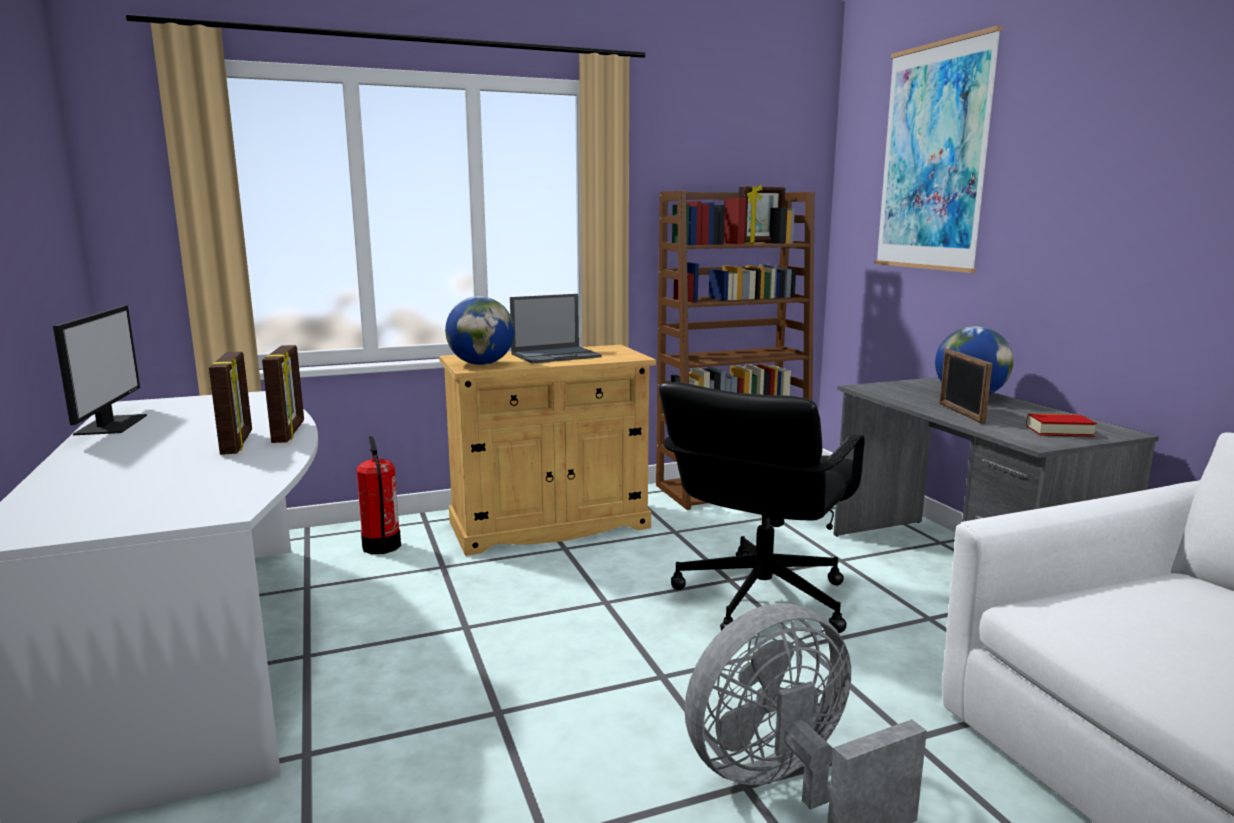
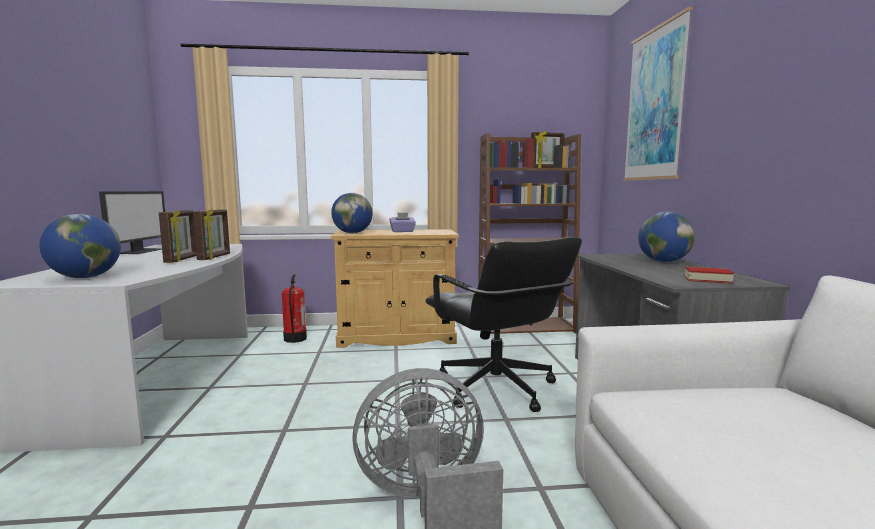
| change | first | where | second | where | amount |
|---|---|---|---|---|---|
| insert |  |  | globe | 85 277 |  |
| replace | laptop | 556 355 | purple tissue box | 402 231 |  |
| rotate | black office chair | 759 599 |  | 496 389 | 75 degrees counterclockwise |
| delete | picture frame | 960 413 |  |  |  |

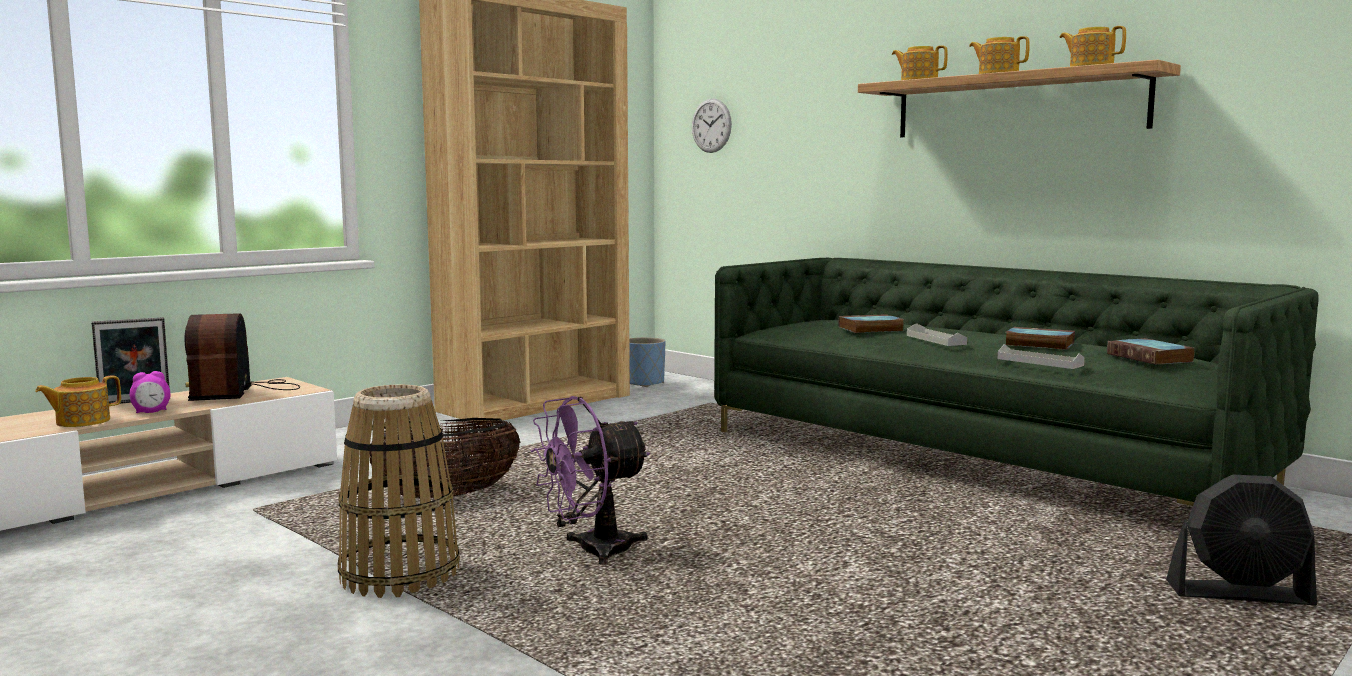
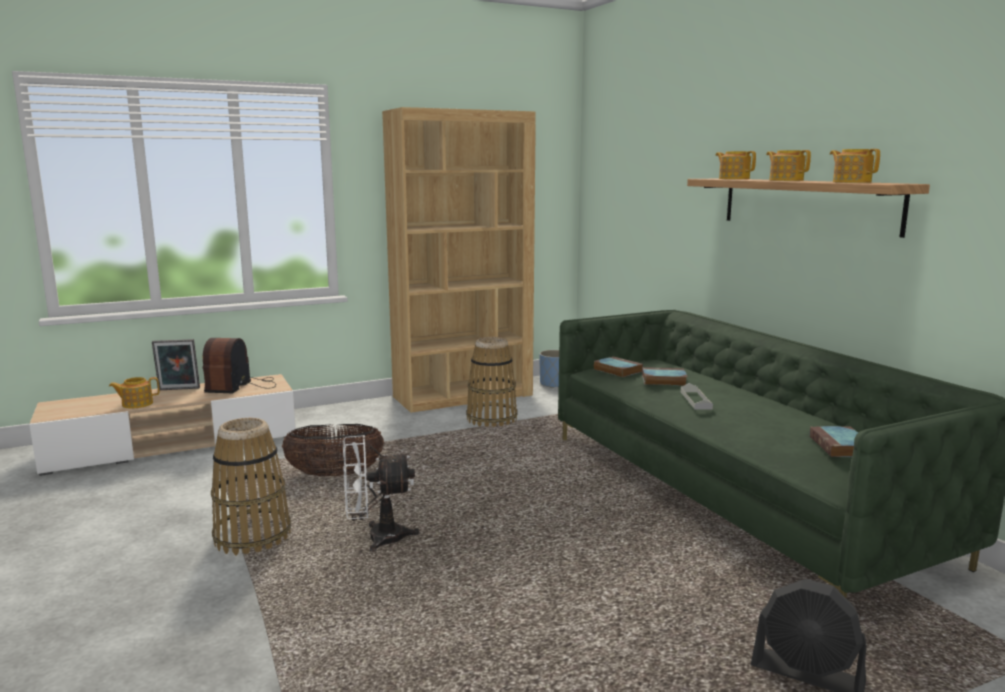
| change | first | where | second | where | amount |
|---|---|---|---|---|---|
| recolor | purple fan | 591 552 | white fan | 376 538 |  |
| insert |  |  | basket | 492 419 |  |
| move | book | 1037 344 |  | 616 370 |  |
| delete | alarm clock | 151 412 |  |  |  |
| delete | wall clock | 711 125 |  |  |  |
| delete | grey tray | 1039 362 |  |  |  |

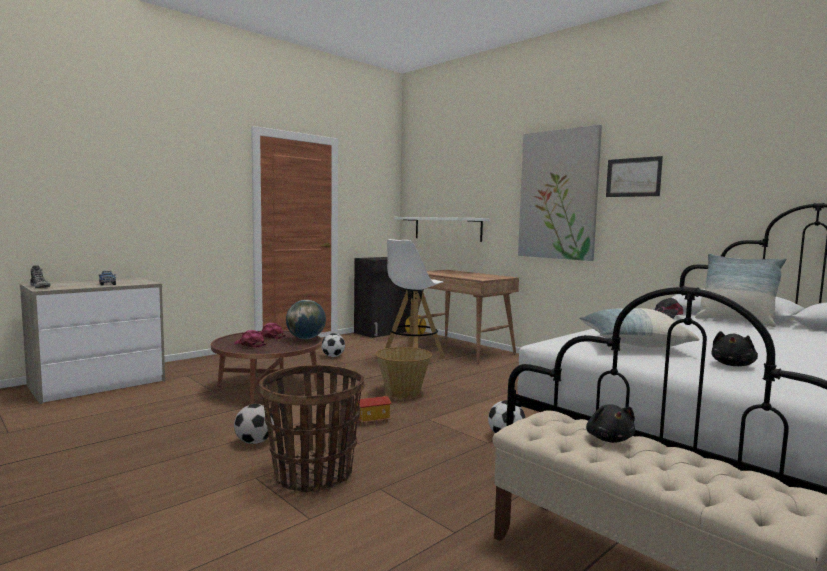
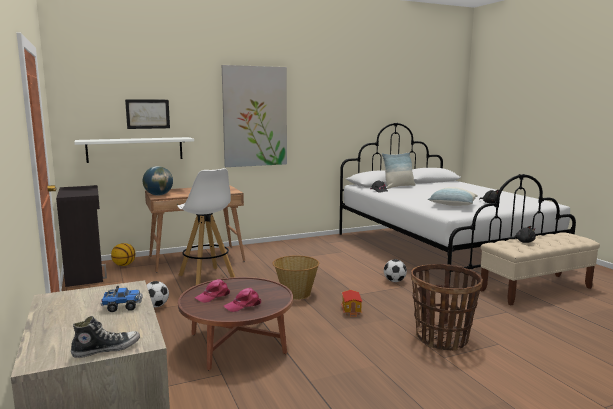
| change | first | where | second | where | amount |
|---|---|---|---|---|---|
| move | picture | 633 177 |  | 148 114 |  |
| move | globe | 306 338 |  | 158 195 |  |
| delete | football | 254 442 |  |  |  |

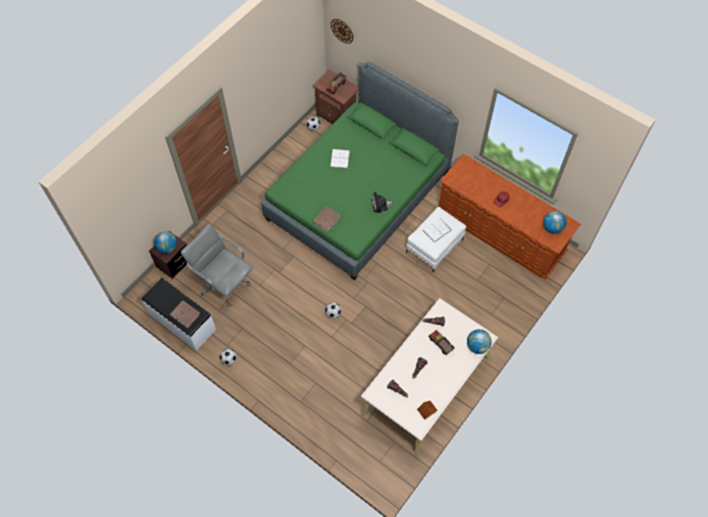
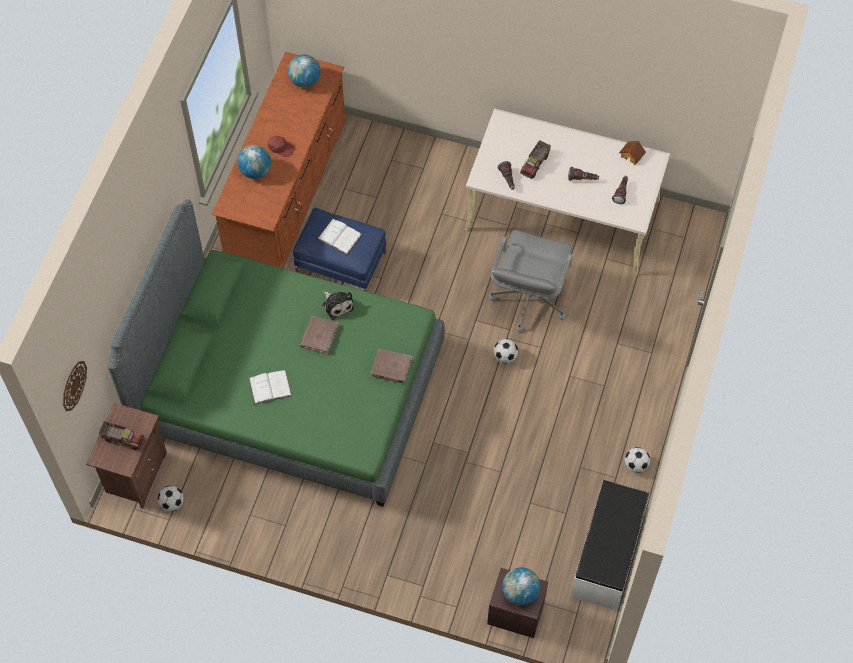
| change | first | where | second | where | amount |
|---|---|---|---|---|---|
| move | globe | 477 346 |  | 255 171 |  |
| recolor | white ottoman | 434 246 | blue ottoman | 341 262 |  |
| move | brown book | 185 314 |  | 319 336 |  |
| move | grey office chair | 224 283 |  | 528 299 |  |

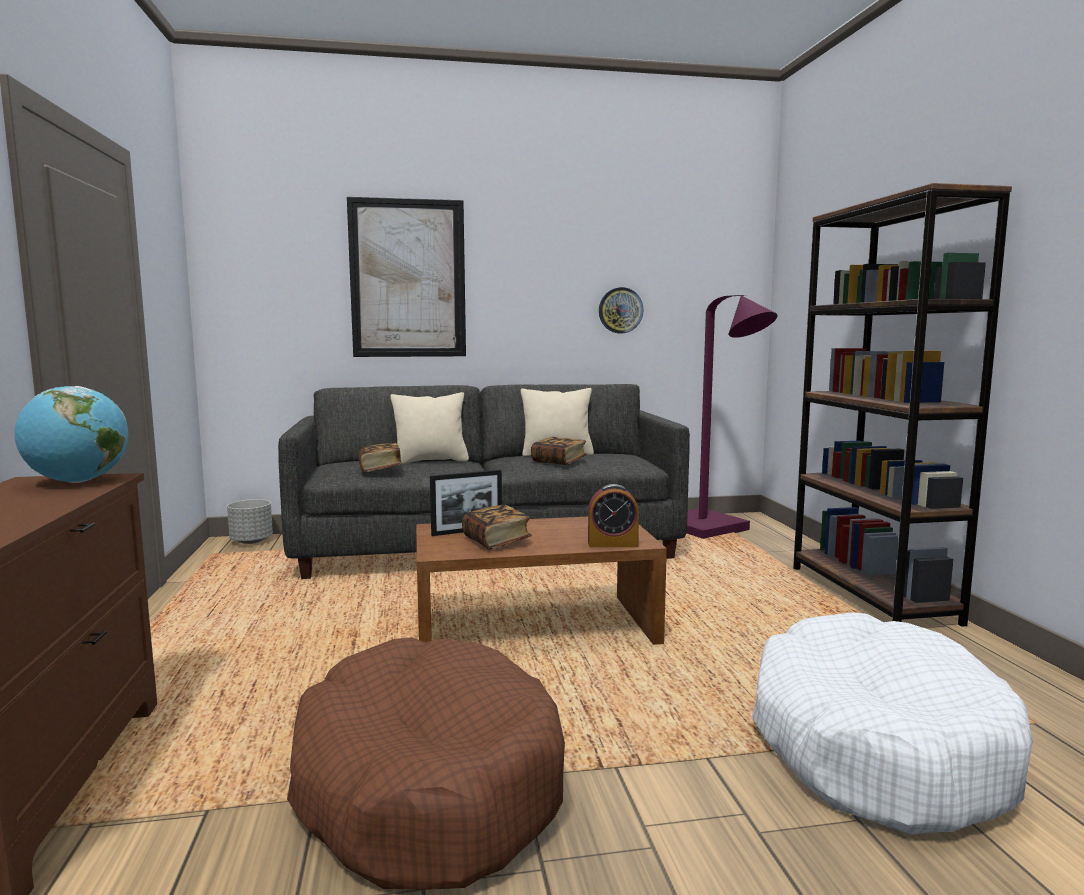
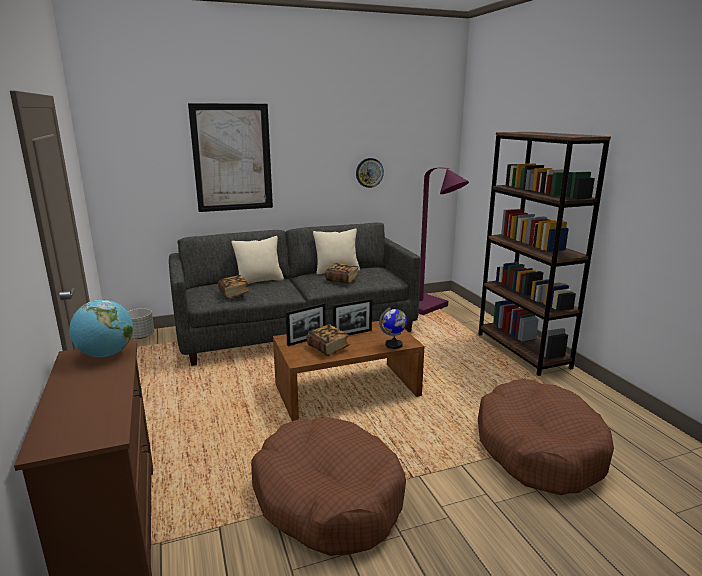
| change | first | where | second | where | amount |
|---|---|---|---|---|---|
| insert |  |  | picture frame | 352 333 |  |
| replace | alarm clock | 612 544 | globe | 394 345 |  |
| recolor | white dog bed | 875 746 | brown dog bed | 538 448 |  |

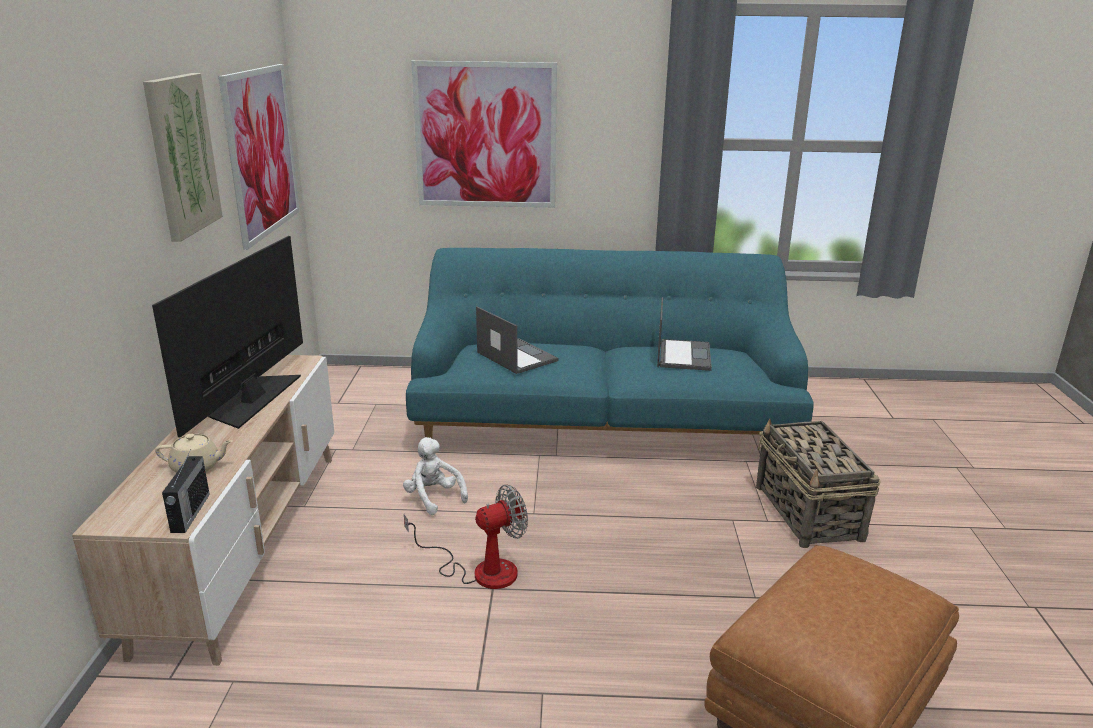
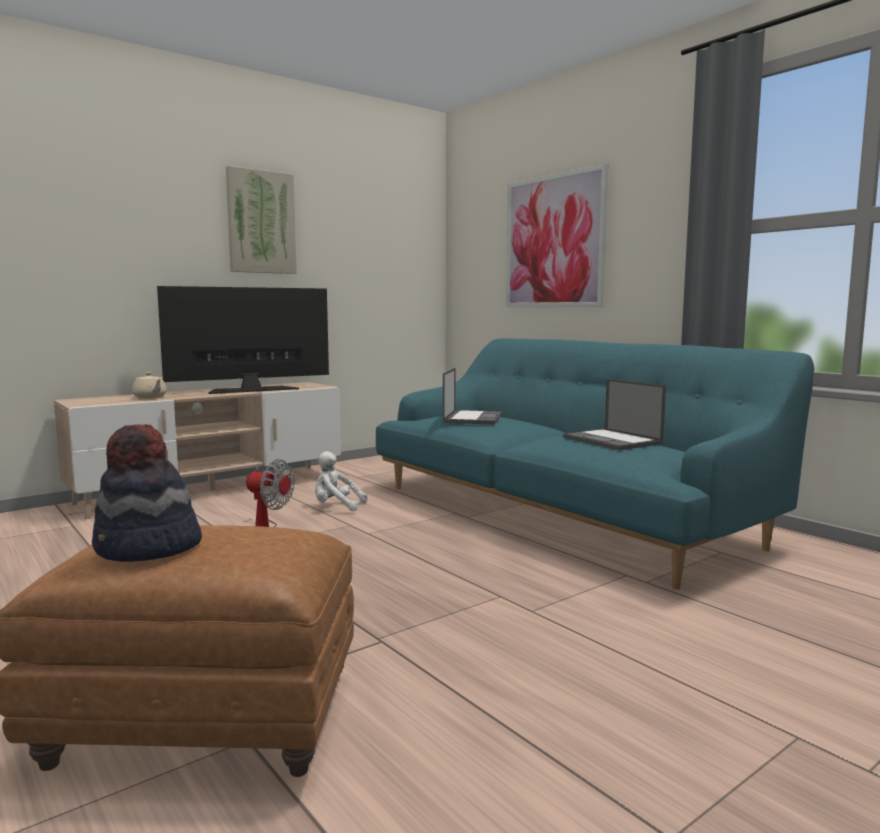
| change | first | where | second | where | amount |
|---|---|---|---|---|---|
| insert |  |  | hat | 147 549 |  |
| rotate | white plush toy | 433 498 |  | 336 506 | 90 degrees counterclockwise |
| rotate | laptop | 683 355 |  | 613 440 | 90 degrees clockwise |
| delete | radio | 189 513 |  |  |  |
| delete | picture | 262 152 |  |  |  |
| delete | basket | 808 513 |  |  |  |

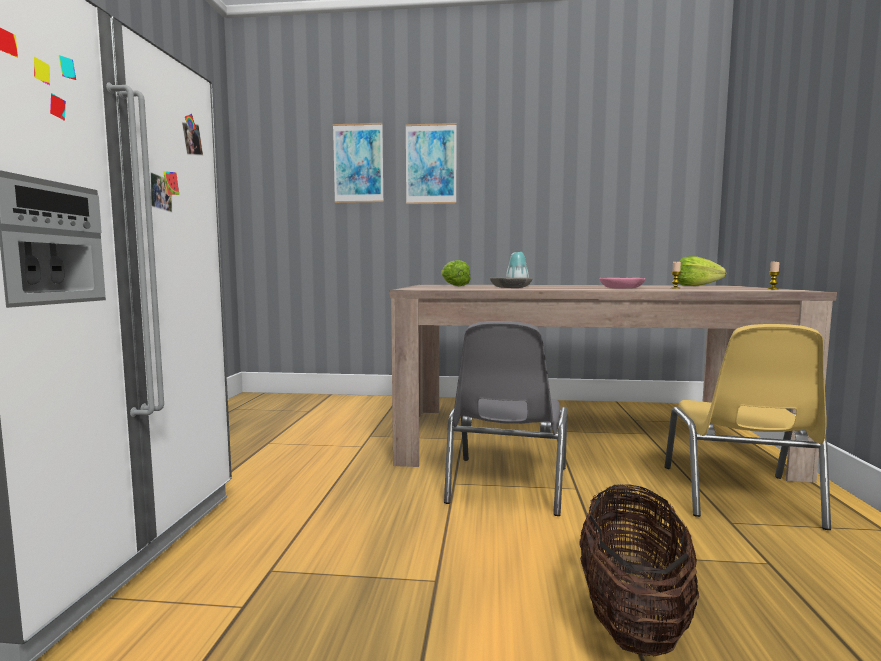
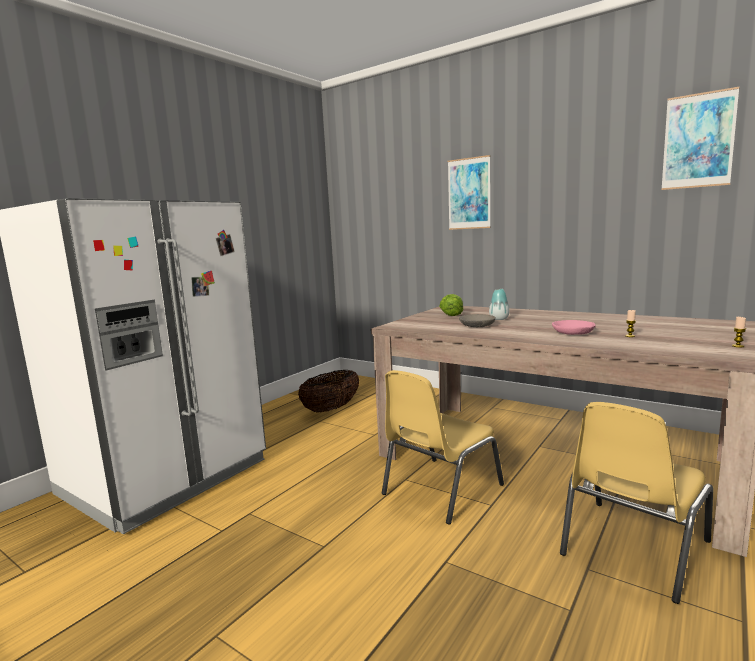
| change | first | where | second | where | amount |
|---|---|---|---|---|---|
| move | basket | 632 618 |  | 331 409 |  |
| recolor | grey chair | 506 485 | yellow chair | 440 490 |  |
| move | picture | 358 163 |  | 698 141 |  |
| delete | lettuce | 695 286 |  |  |  |

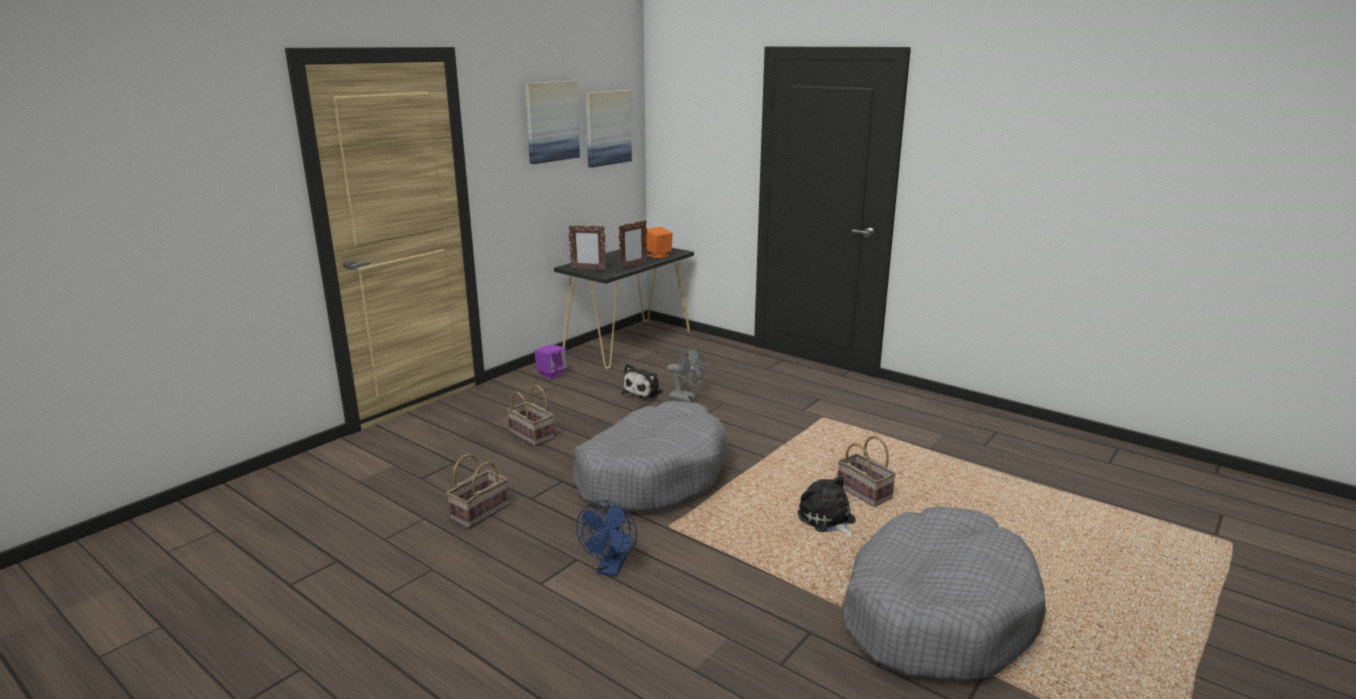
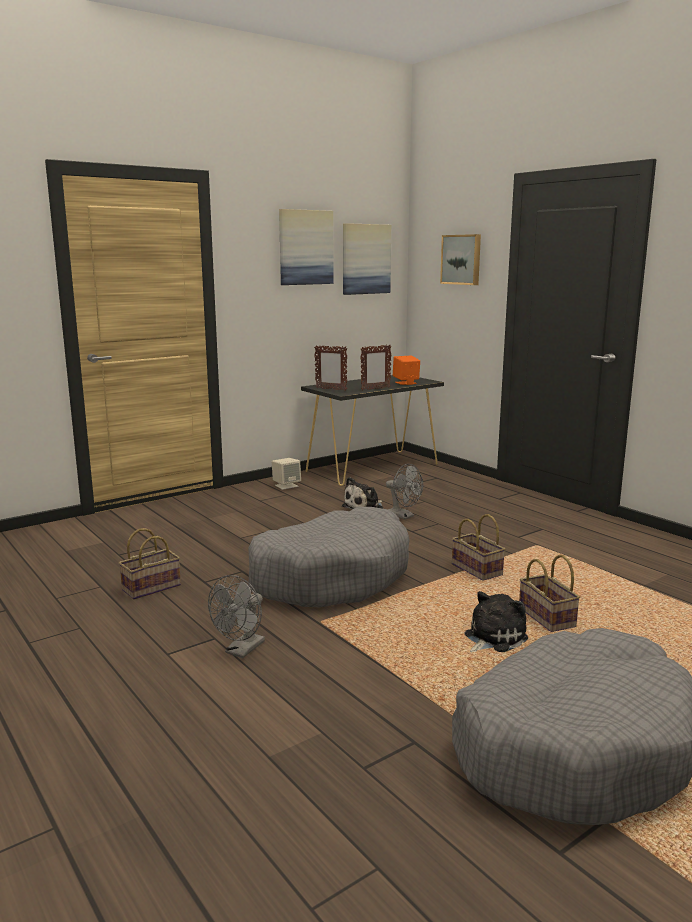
| change | first | where | second | where | amount |
|---|---|---|---|---|---|
| recolor | blue fan | 610 569 | grey fan | 241 651 |  |
| recolor | purple speaker | 551 374 | beige speaker | 286 486 |  |
| insert |  |  | picture | 462 259 |  |
| move | basket | 533 435 |  | 478 570 |  |
| rotate | plush toy | 828 520 |  | 492 638 | 60 degrees clockwise |

